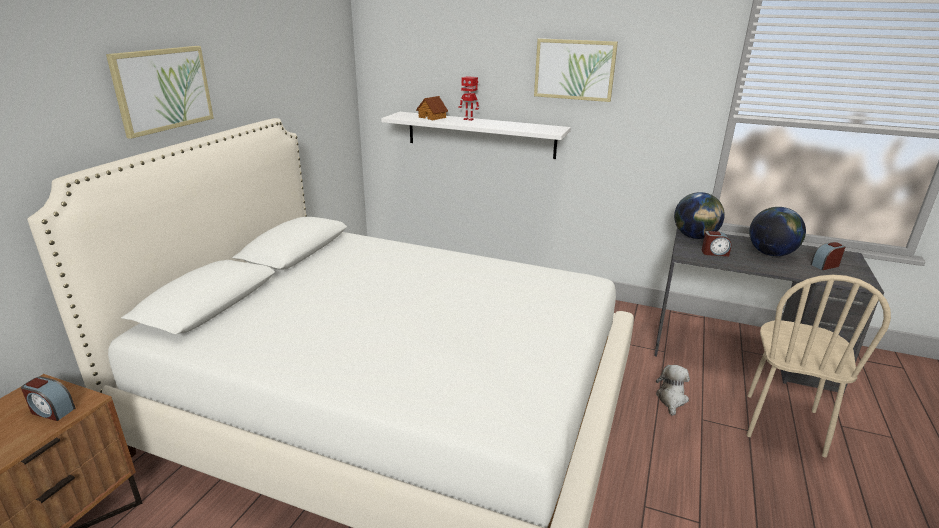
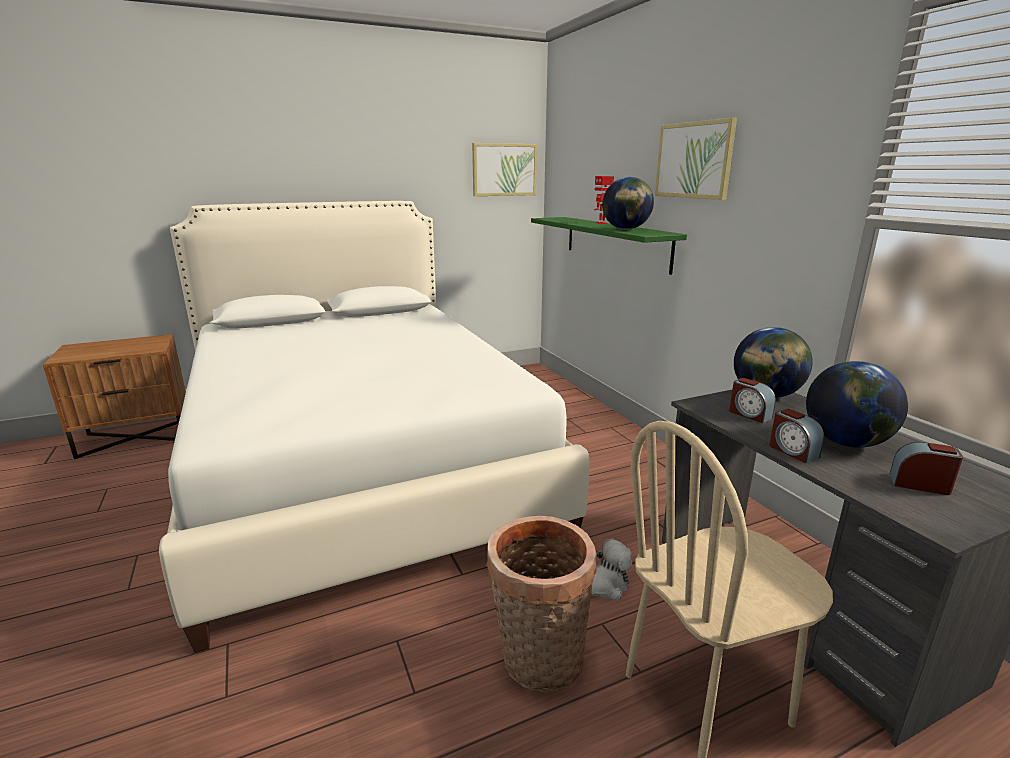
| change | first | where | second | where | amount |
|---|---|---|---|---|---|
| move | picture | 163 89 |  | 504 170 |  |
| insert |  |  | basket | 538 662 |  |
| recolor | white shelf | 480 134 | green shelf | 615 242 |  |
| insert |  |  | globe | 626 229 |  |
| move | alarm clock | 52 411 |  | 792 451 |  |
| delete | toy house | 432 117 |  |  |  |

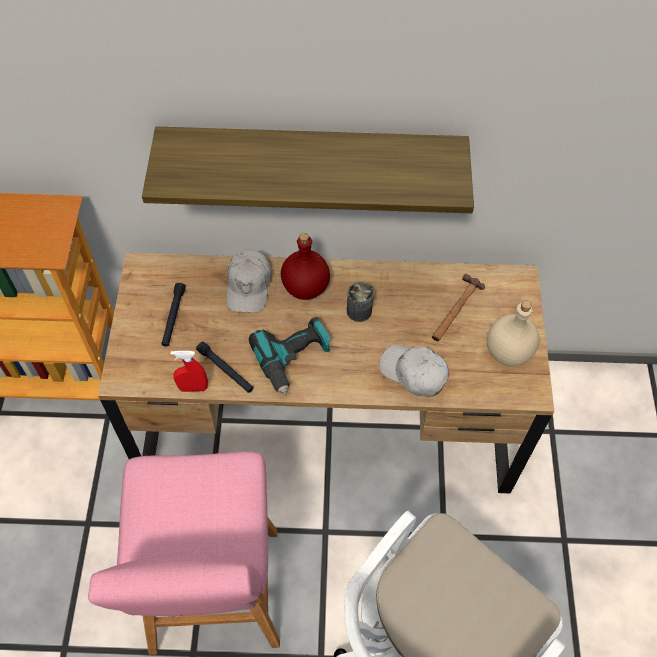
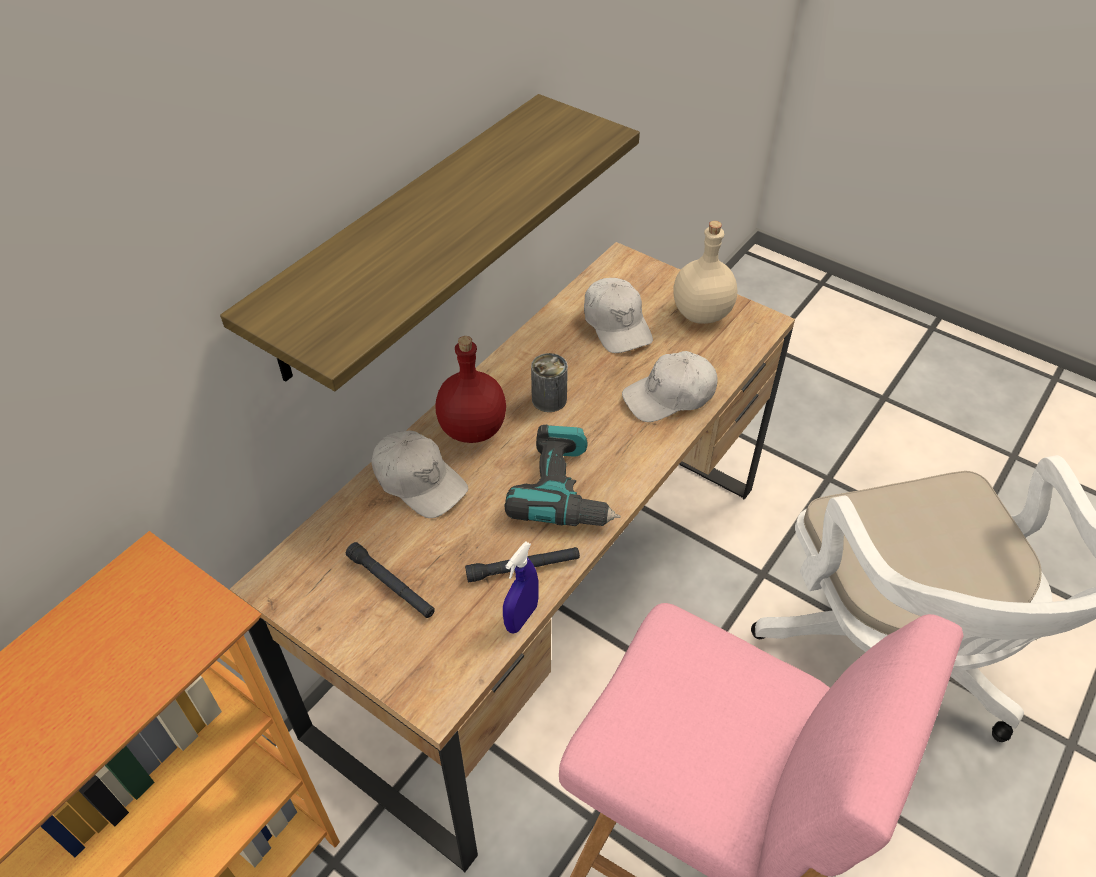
| change | first | where | second | where | amount |
|---|---|---|---|---|---|
| recolor | red spray bottle | 193 388 | blue spray bottle | 521 617 |  |
| replace | hammer | 455 310 | white cap | 616 324 |  |

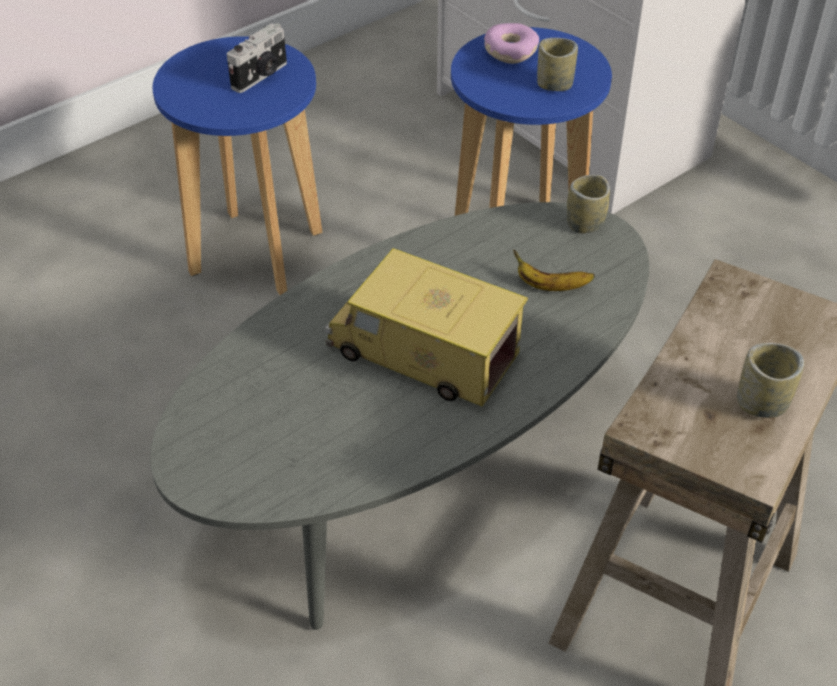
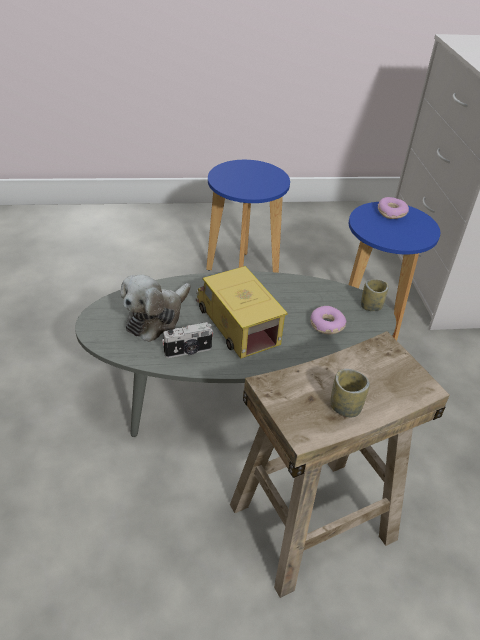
| change | first | where | second | where | amount |
|---|---|---|---|---|---|
| insert |  |  | plush toy | 156 318 |  |
| move | photo camera | 261 76 |  | 188 351 |  |
| replace | banana | 550 286 | donut | 326 325 |  |
| delete | cup | 554 84 |  |  |  |

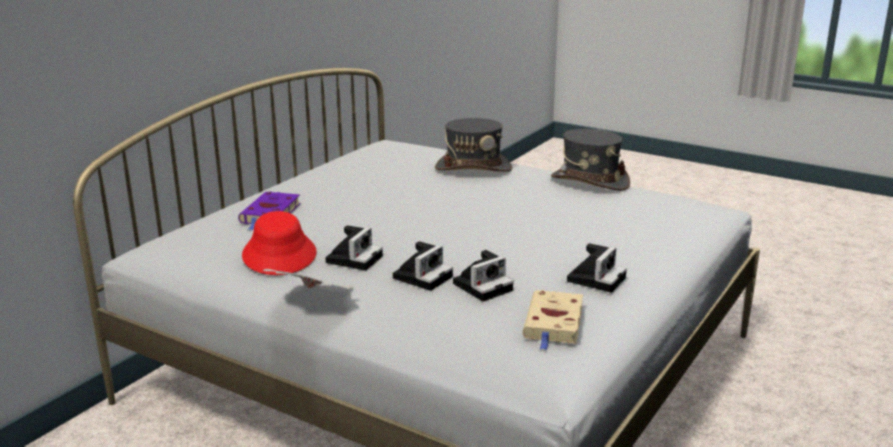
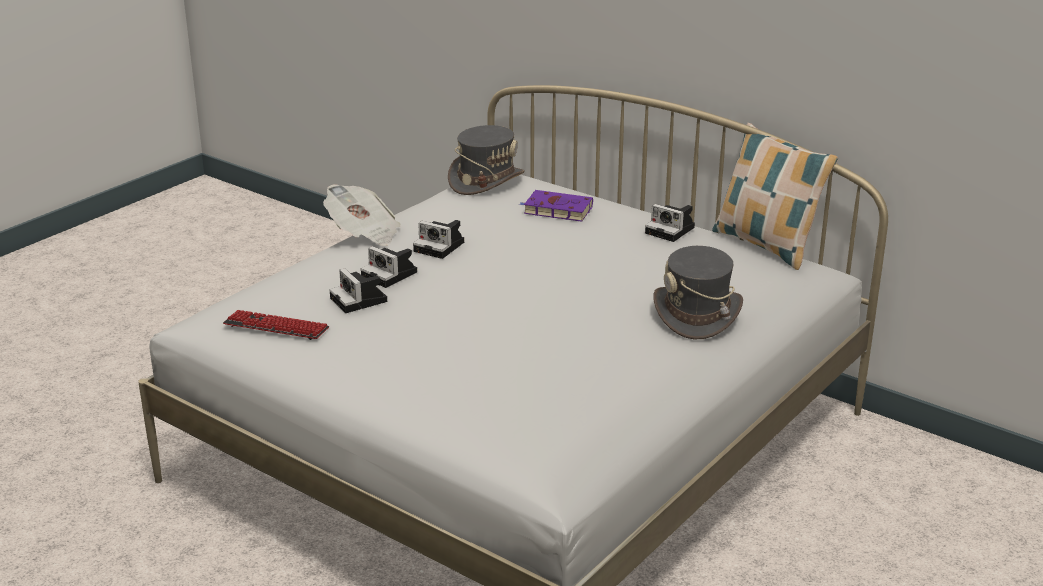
| change | first | where | second | where | amount |
|---|---|---|---|---|---|
| replace | beige book | 554 323 | keyboard | 276 327 |  |
| move | grey hat | 589 181 |  | 486 181 |  |
| move | photo camera | 596 278 |  | 672 230 |  |
| insert |  |  | pillow | 767 245 |  |
| delete | red hat | 280 255 |  |  |  |

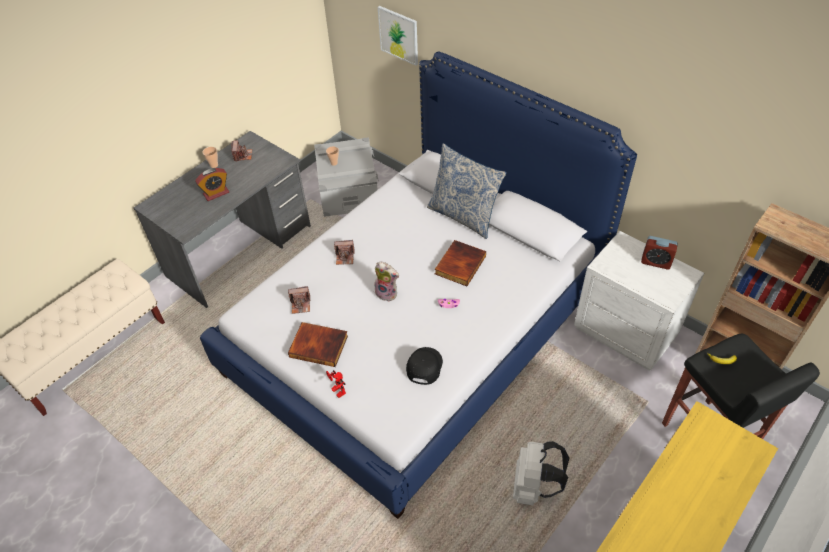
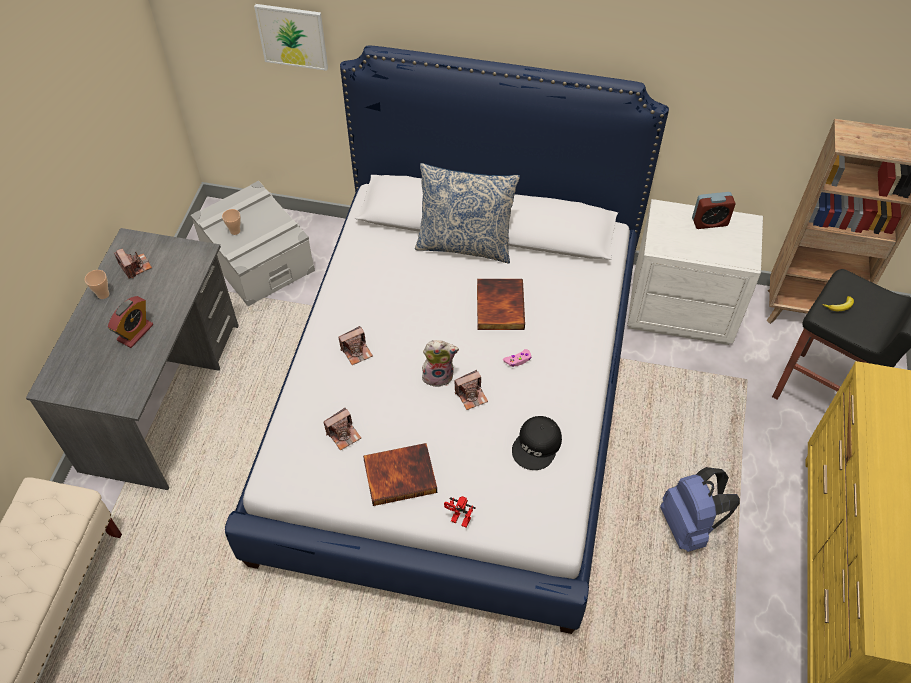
| change | first | where | second | where | amount |
|---|---|---|---|---|---|
| insert |  |  | photo camera | 471 395 |  |
| rotate | black cap | 423 366 |  | 537 446 | 135 degrees counterclockwise |
| recolor | white backpack | 533 487 | blue backpack | 689 526 |  |

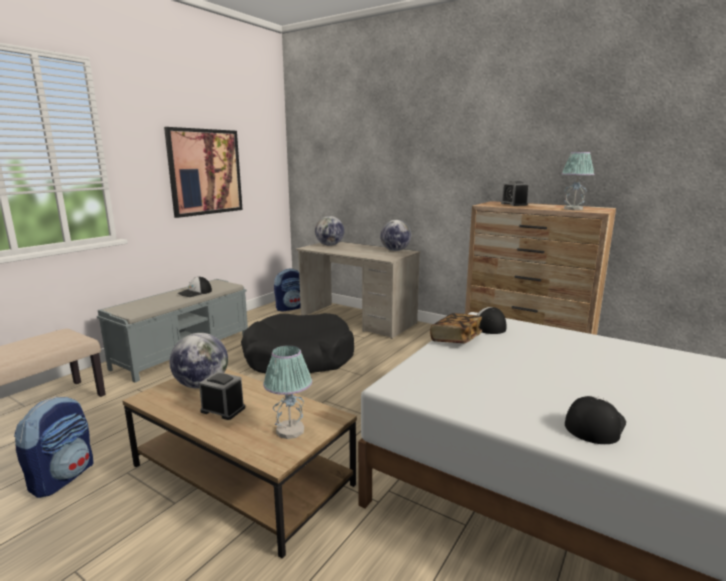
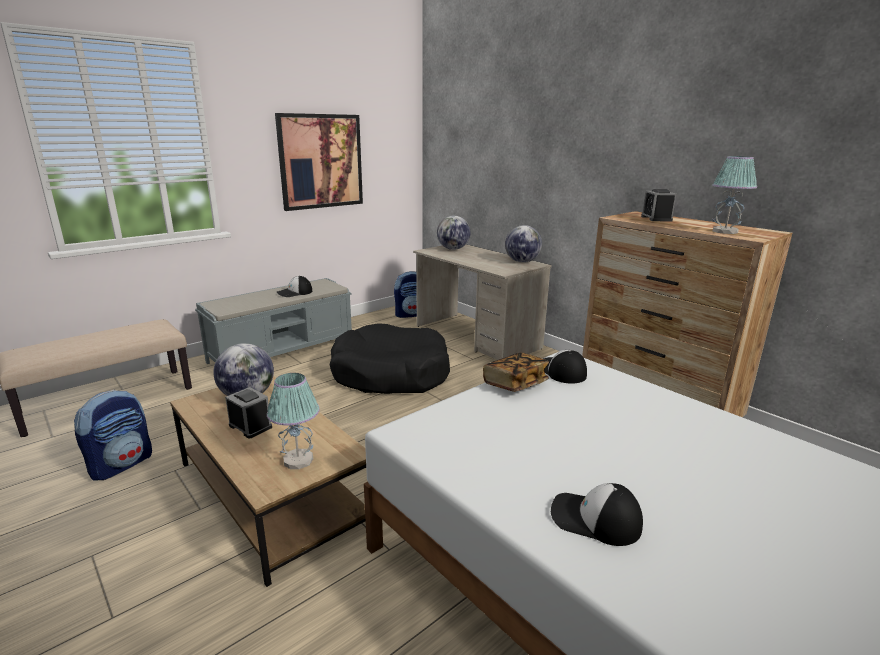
| change | first | where | second | where | amount |
|---|---|---|---|---|---|
| rotate | cap | 594 424 |  | 594 519 | 120 degrees counterclockwise |

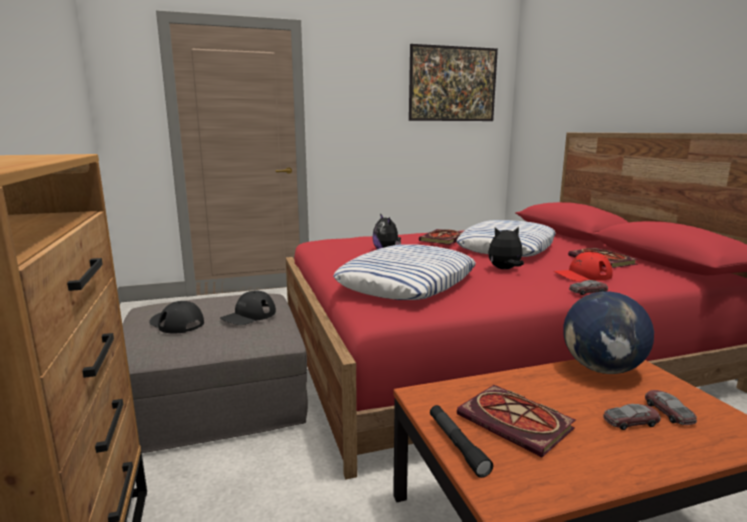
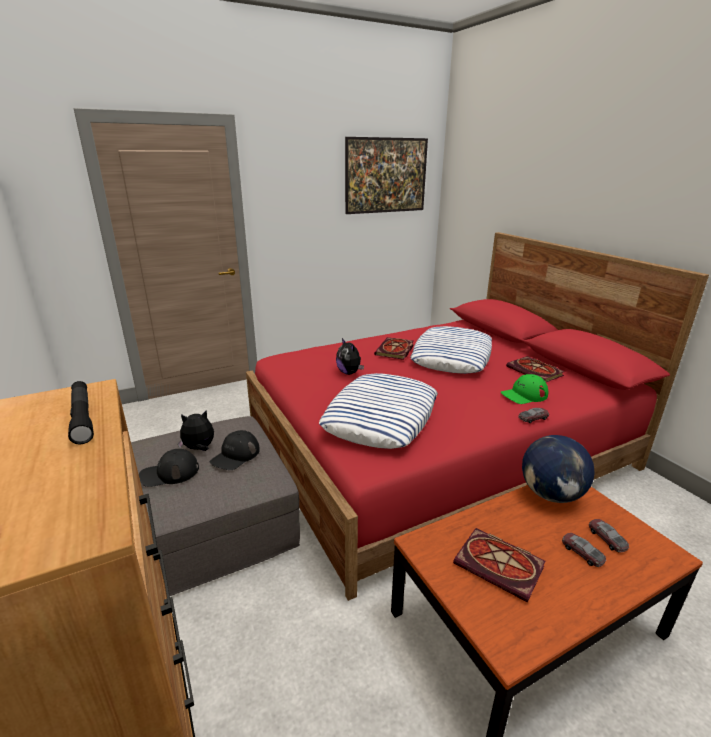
| change | first | where | second | where | amount |
|---|---|---|---|---|---|
| move | black flashlight | 457 445 |  | 82 417 |  |
| rotate | black cap | 176 323 |  | 169 473 | 45 degrees counterclockwise |
| move | plush toy | 505 269 |  | 199 448 |  |
| recolor | red cap | 582 275 | green cap | 524 395 |  |
| rotate | toy car | 630 421 |  | 582 552 | 105 degrees counterclockwise |

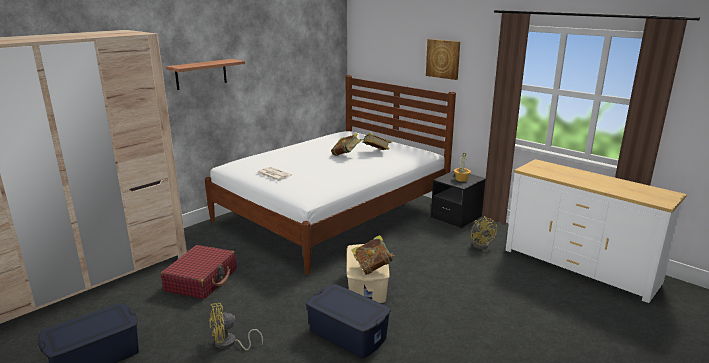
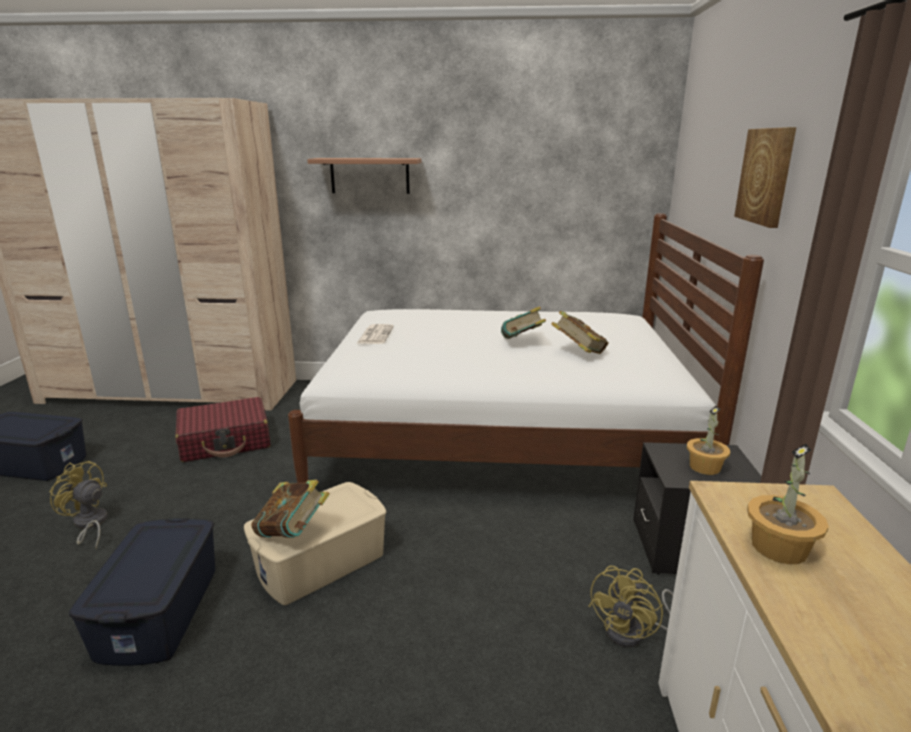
| change | first | where | second | where | amount |
|---|---|---|---|---|---|
| insert |  |  | potted plant | 780 547 |  |

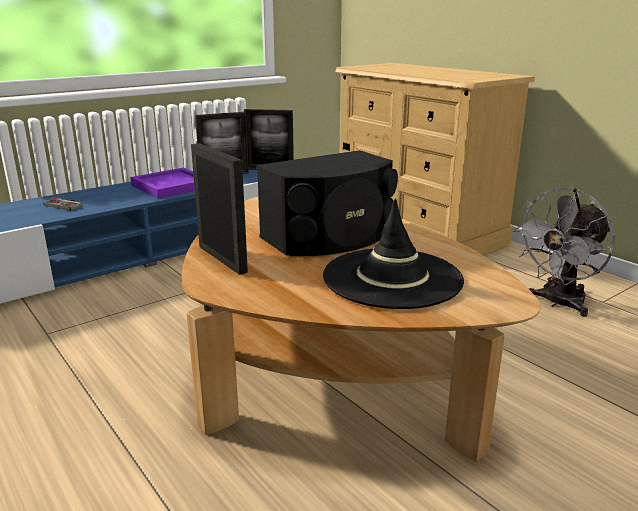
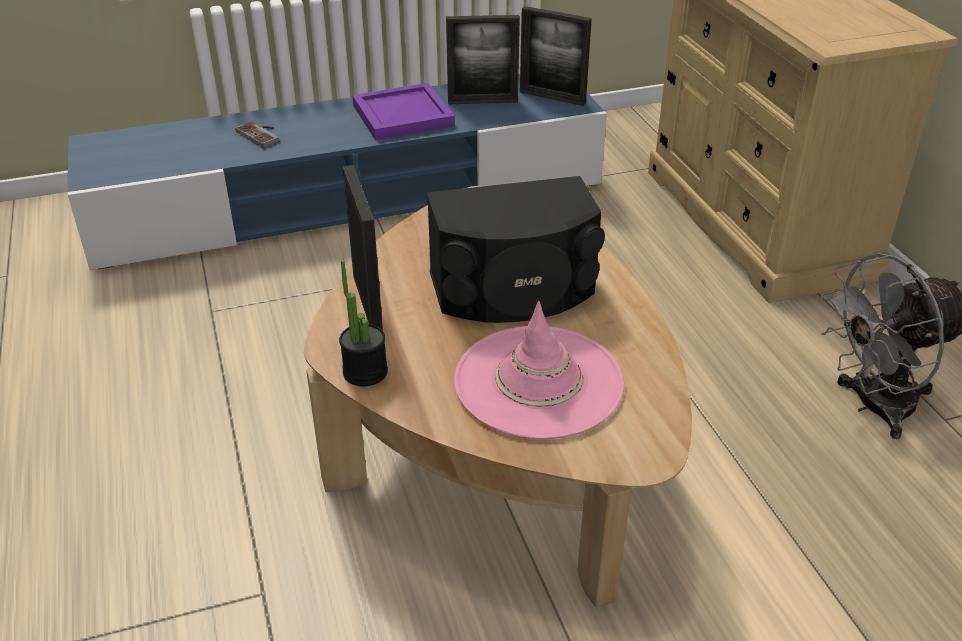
| change | first | where | second | where | amount |
|---|---|---|---|---|---|
| insert |  |  | potted plant | 365 372 |  |
| recolor | black hat | 392 278 | pink hat | 539 382 |  |

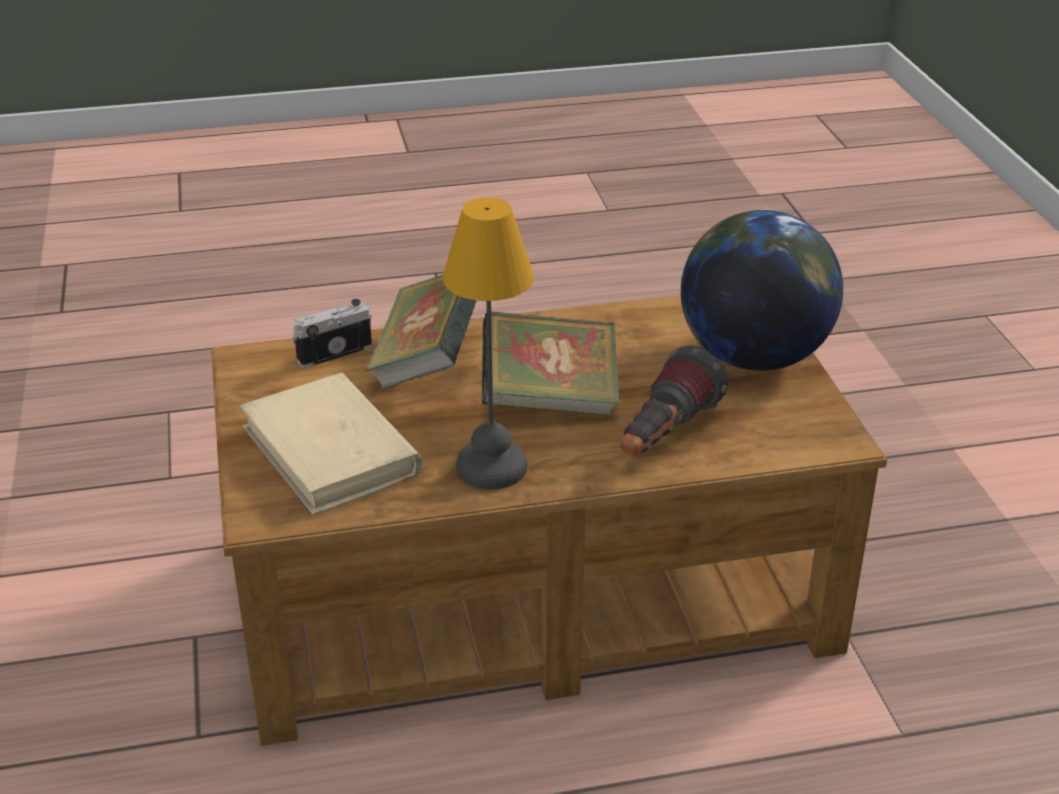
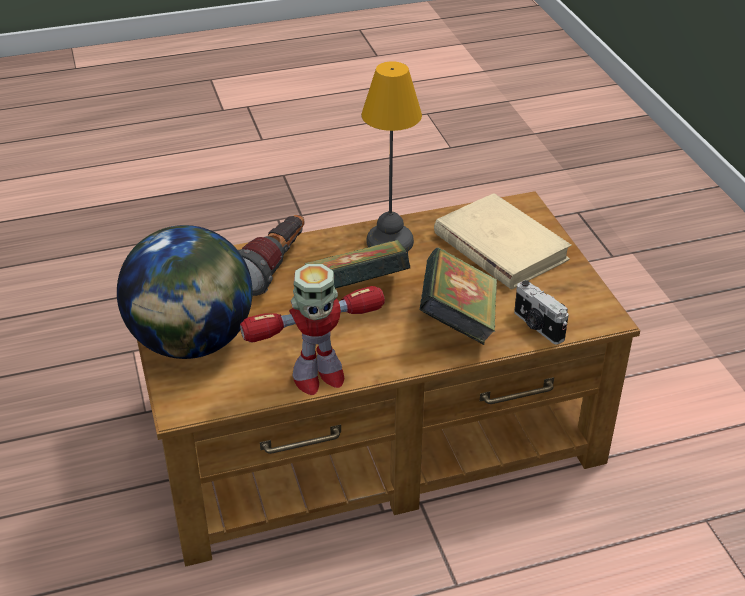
| change | first | where | second | where | amount |
|---|---|---|---|---|---|
| insert |  |  | toy robot | 317 377 |  |
| rotate | photo camera | 333 352 |  | 537 326 | 90 degrees clockwise |

